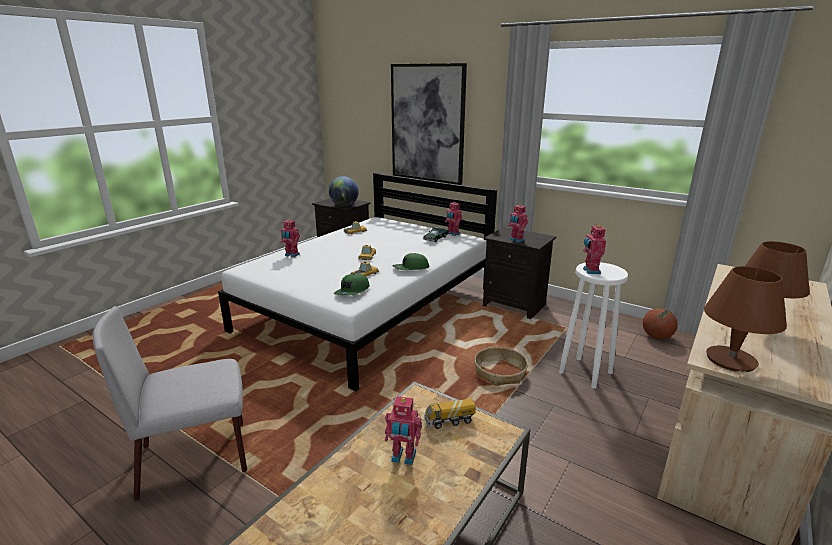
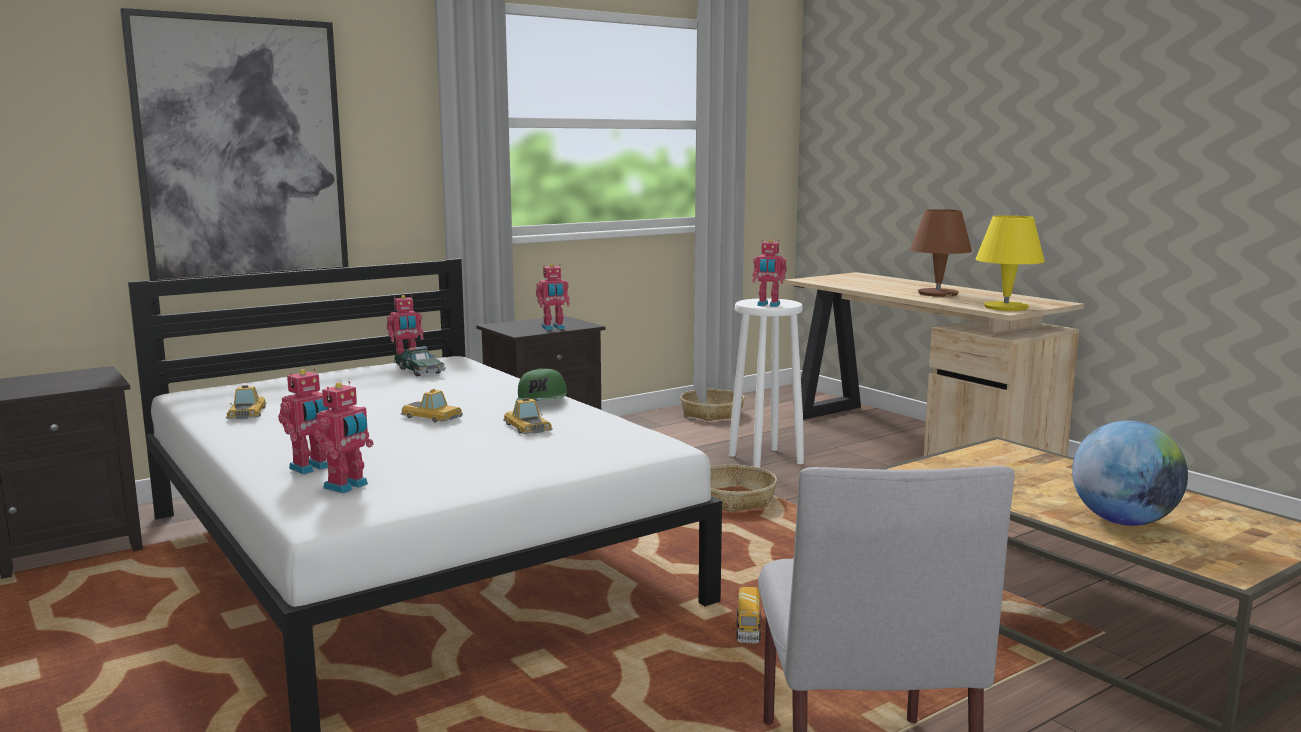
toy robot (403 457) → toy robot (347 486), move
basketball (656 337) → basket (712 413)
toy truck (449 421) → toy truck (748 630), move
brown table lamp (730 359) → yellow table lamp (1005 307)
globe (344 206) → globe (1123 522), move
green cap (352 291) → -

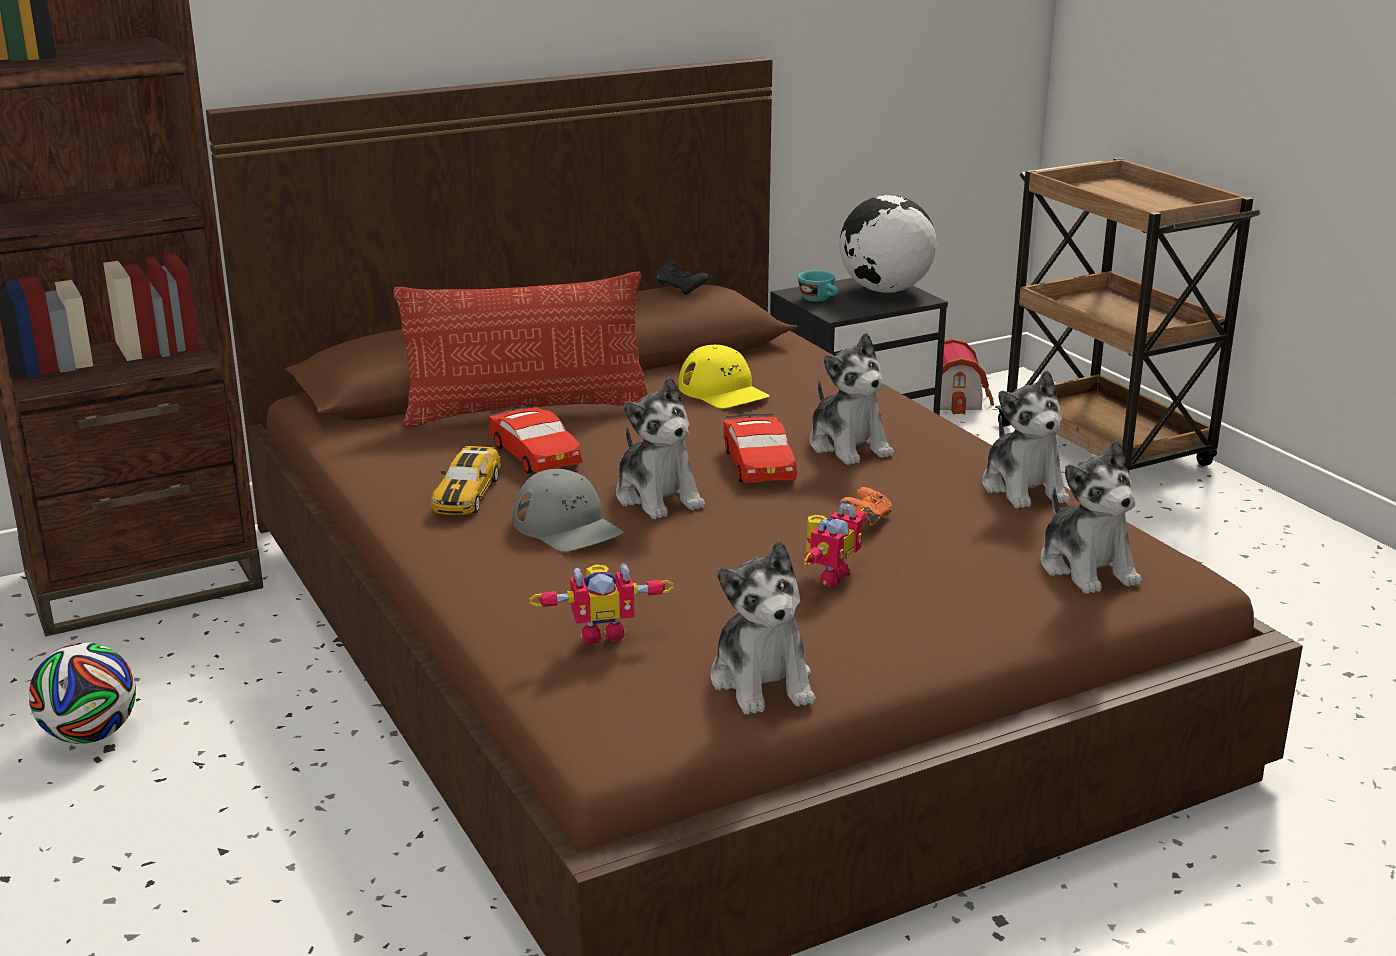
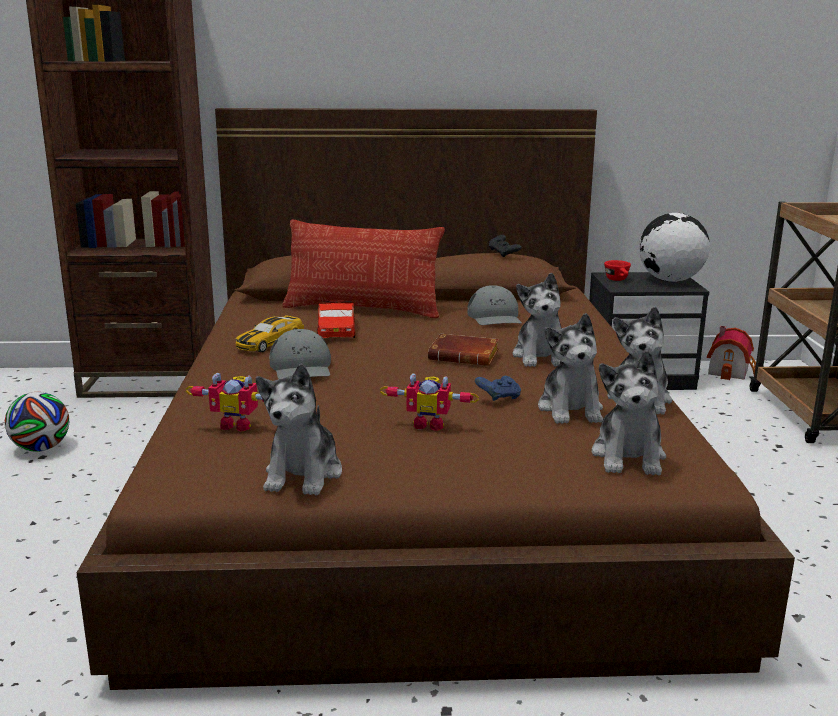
toy robot (827 576) → toy robot (429 424), 45 degrees clockwise
red toy car (759 464) → brown book (466 356)
yellow cap (723 391) → grey cap (495 317)
orange game controller (866 520) → blue game controller (498 399)
plush toy (658 497) → plush toy (571 409), move
turquoise cup (820 300) → red cup (618 280)

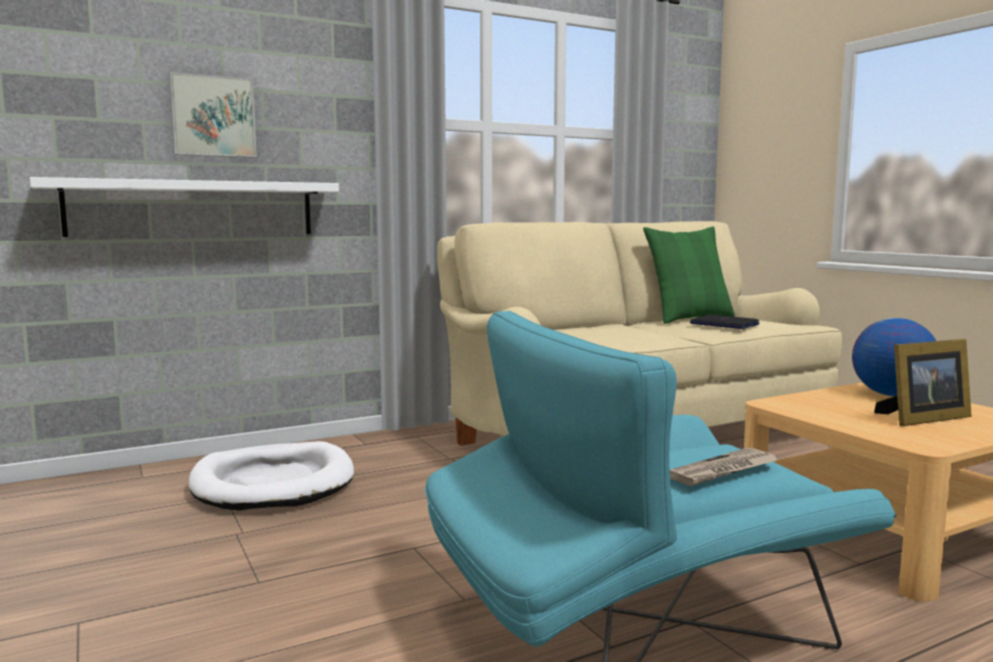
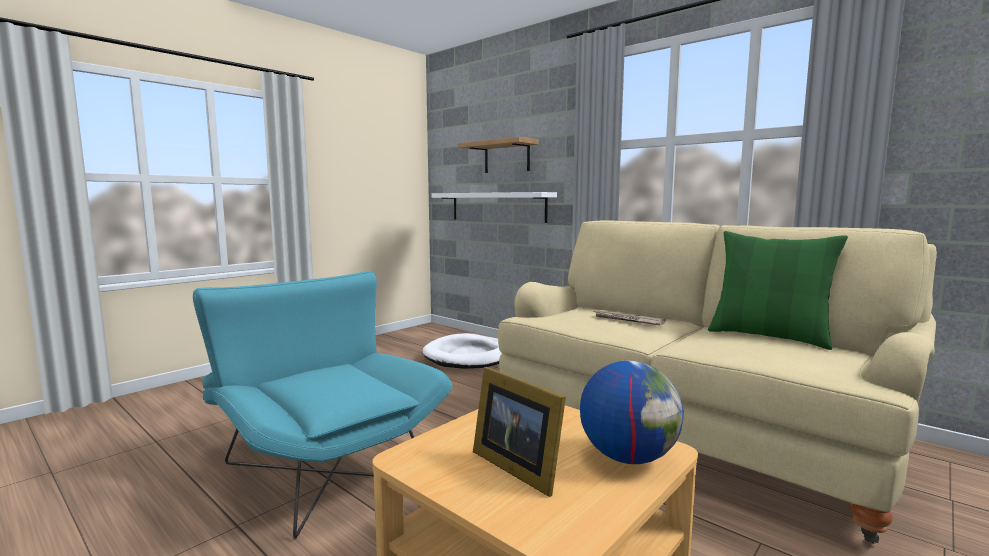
picture (213 116) → shelf (507 157)
newspaper (723 471) → newspaper (628 320), move
laptop (723 324) → -

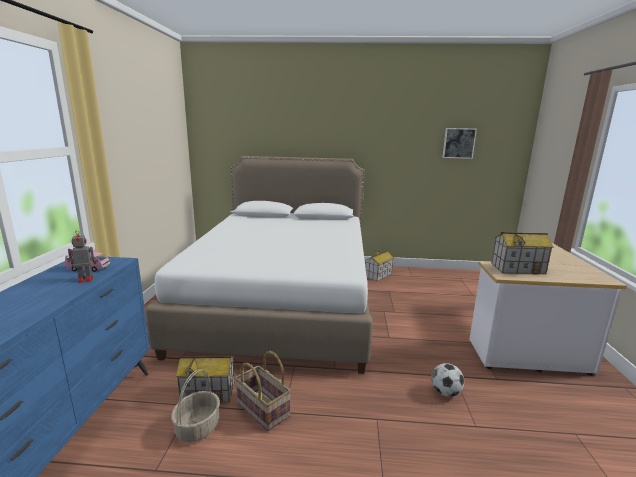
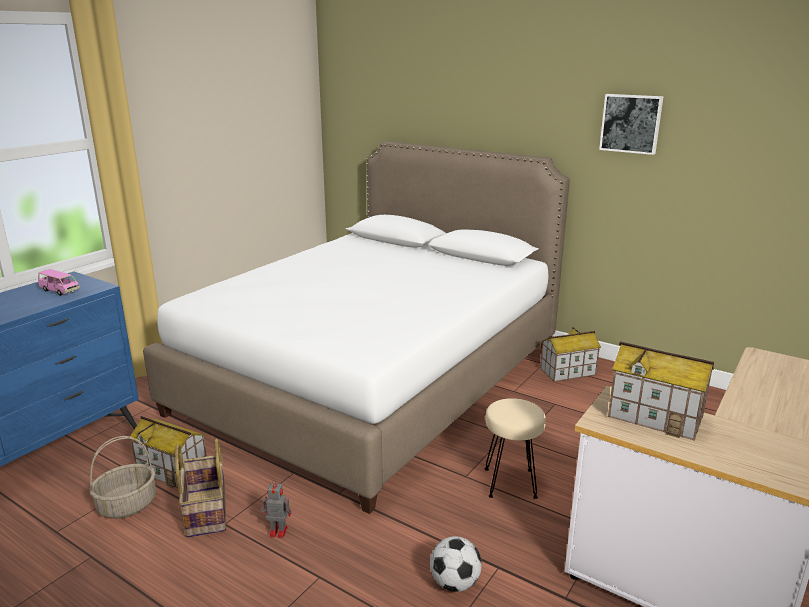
toy robot (84 279) → toy robot (277 531), move
- → beige stool (510 482)
picture (458 143) → picture (631 123), move

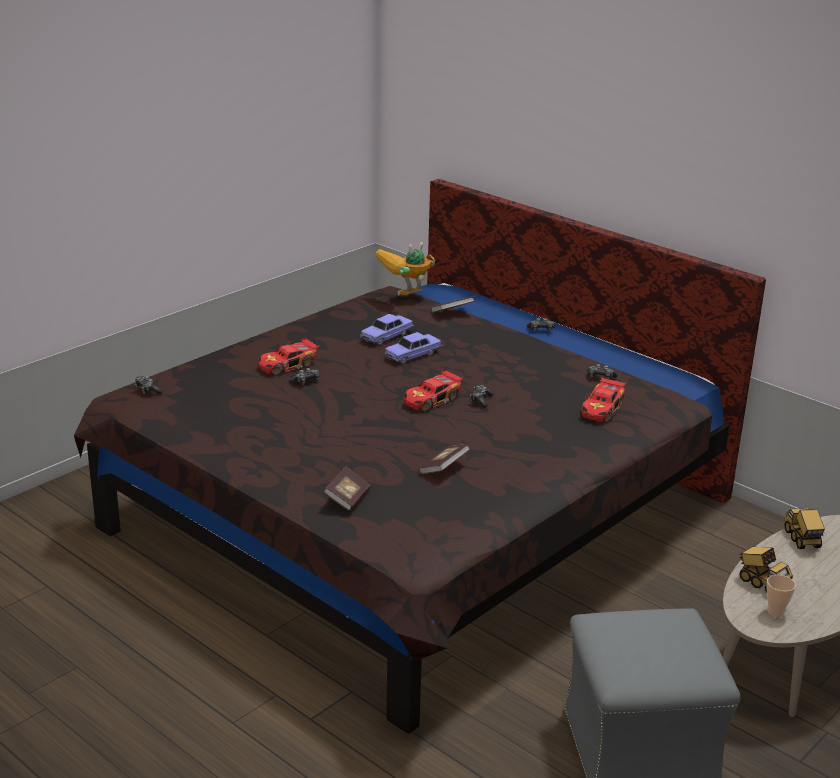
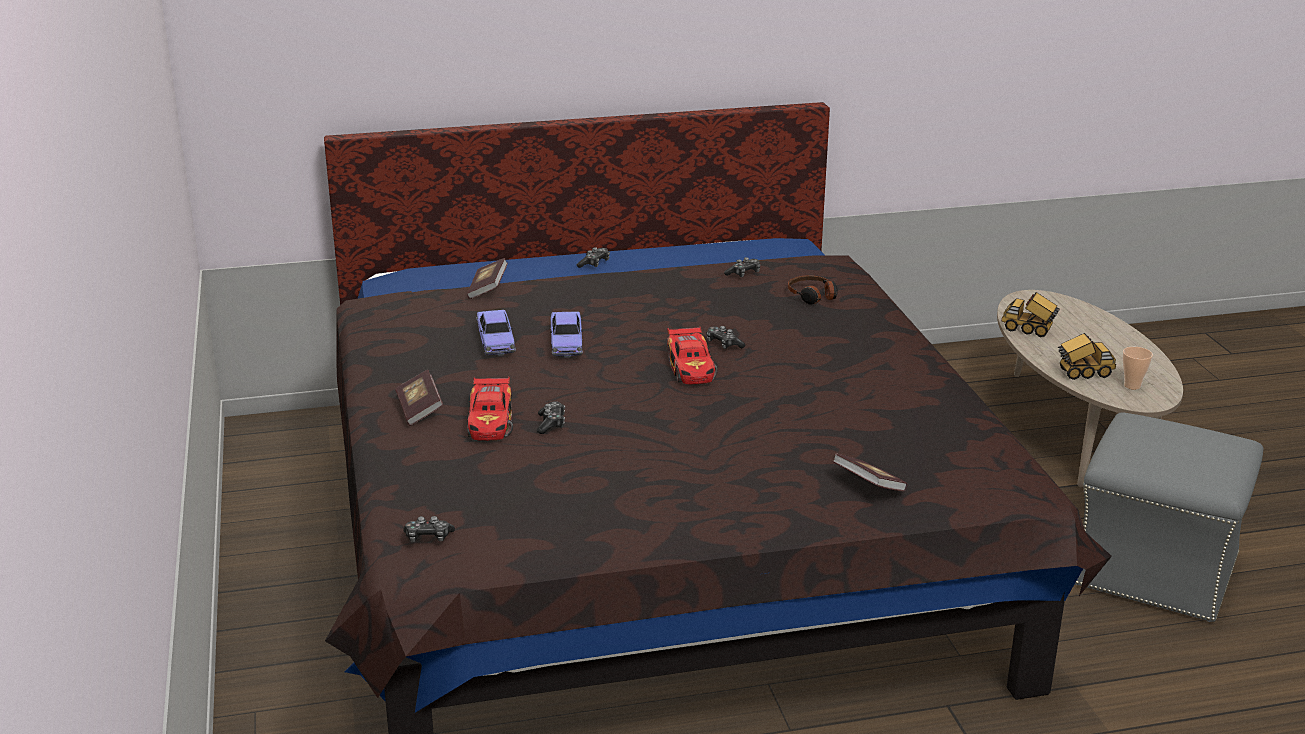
book (444 468) → book (419 409), move
toy car (602 409) → headphones (813 296)
toy robot (404 298) → -

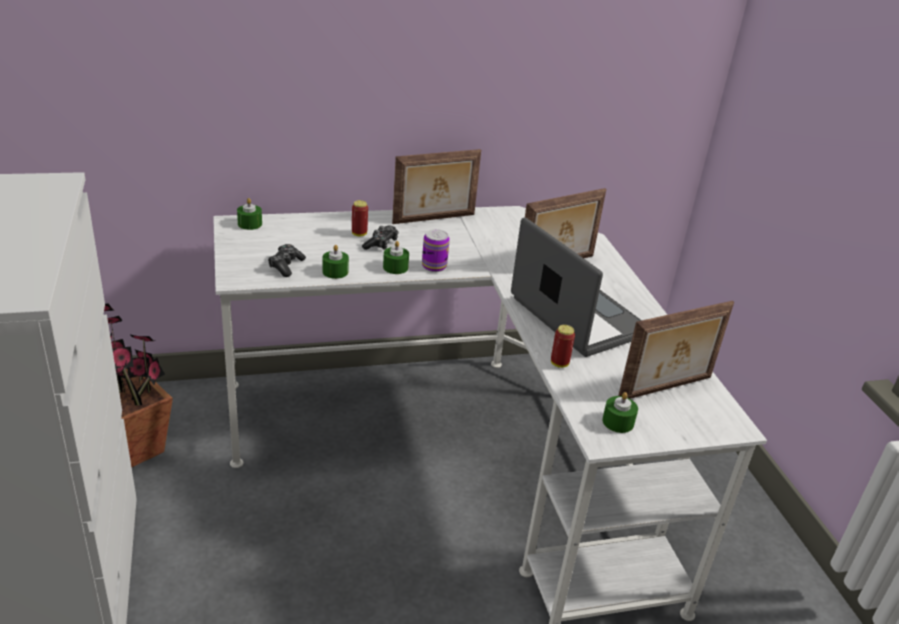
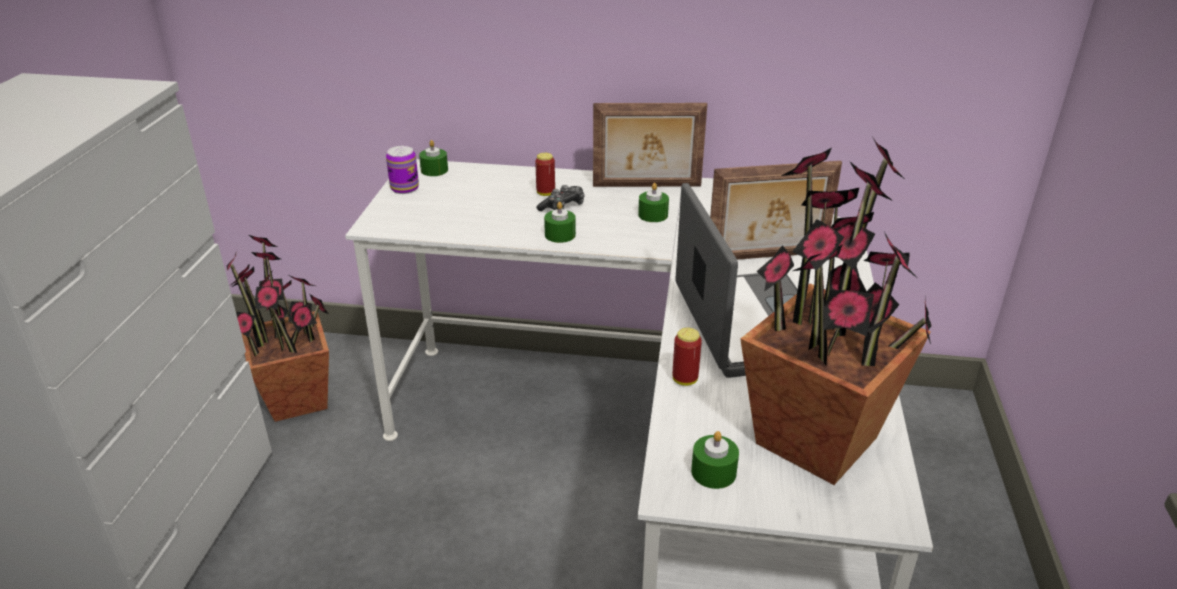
can (434 266) → can (404 188), move
green candle (335 271) → green candle (653 215), move
picture frame (666 390) → potted plant (816 442)
game controller (286 266) → -

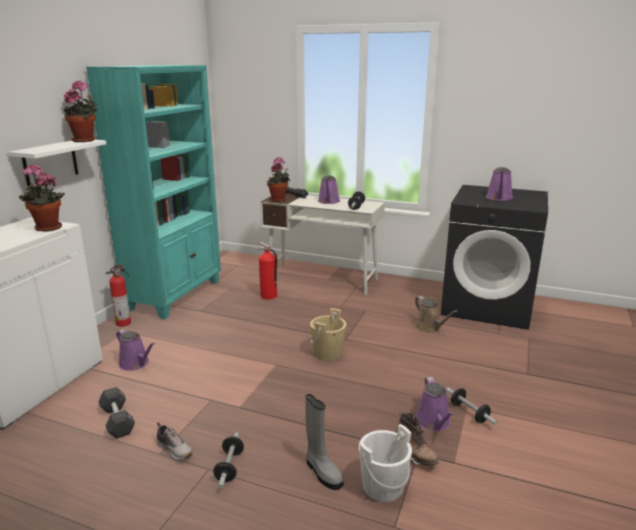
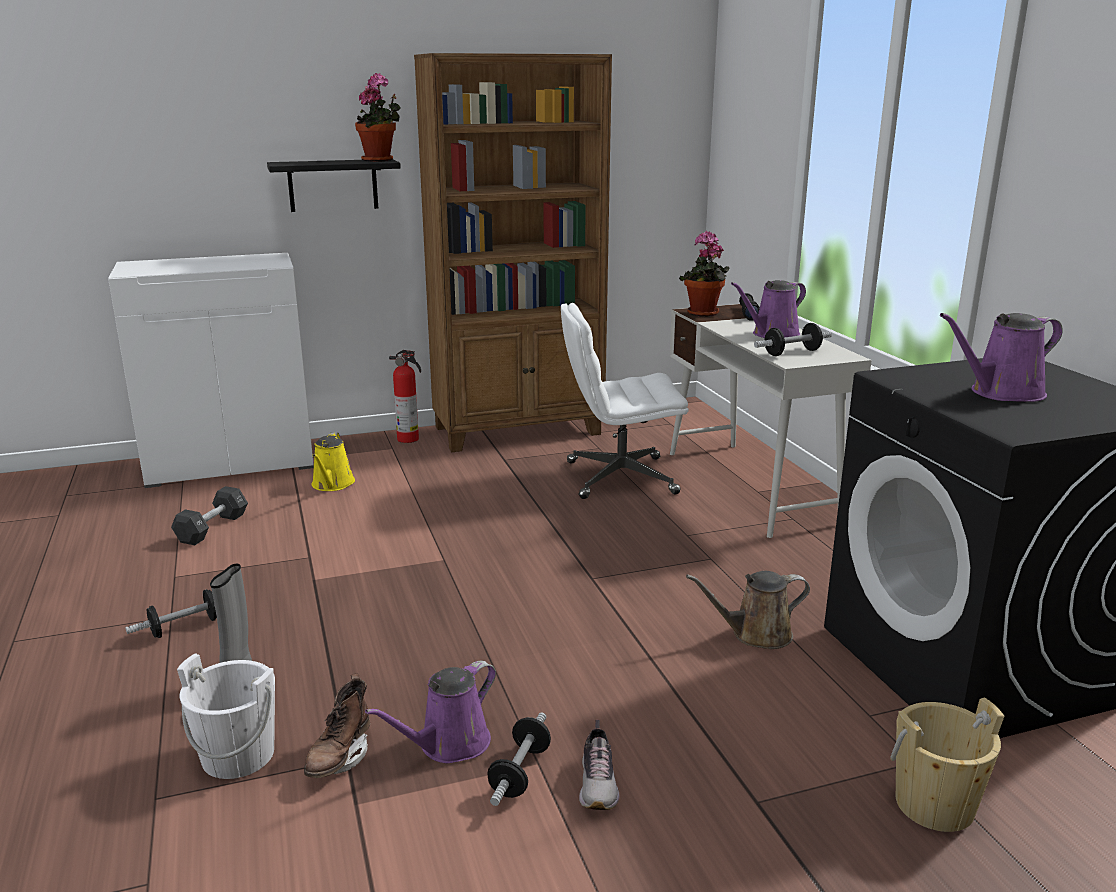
white shelf (50 162) → black shelf (333 185)
purple watering can (136 363) → yellow watering can (332 484)
turquoise bookcase (176 295) → brown bookcase (519 431)
fire extinguisher (268 296) → white office chair (619 478)
shoe (175 449) → shoe (599 784), move
brown watering can (429 328) → brown watering can (756 634), 60 degrees clockwise
beige bucket (328 353) → beige bucket (934 804), move
potted plant (46 229) → -

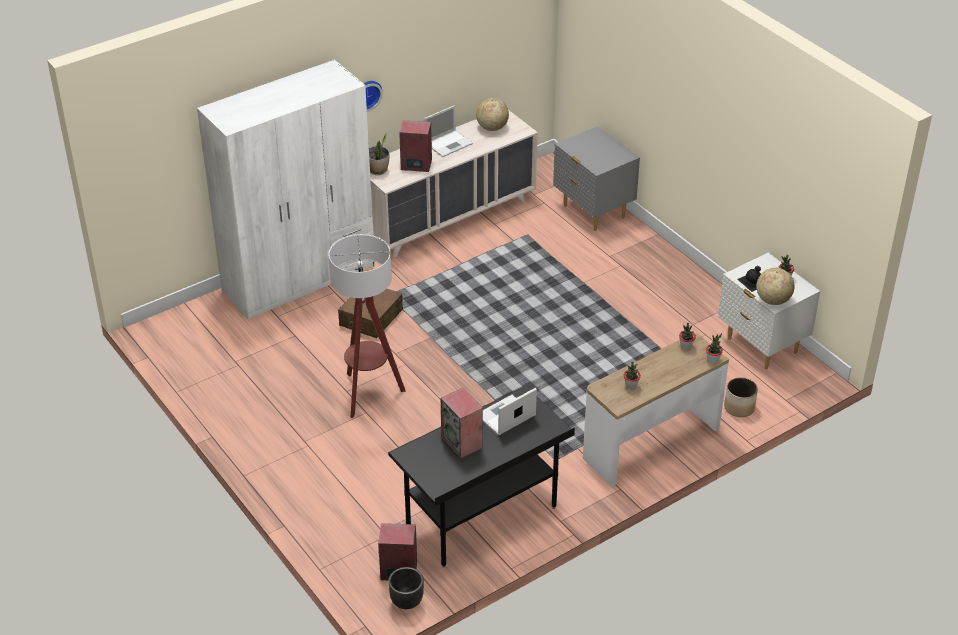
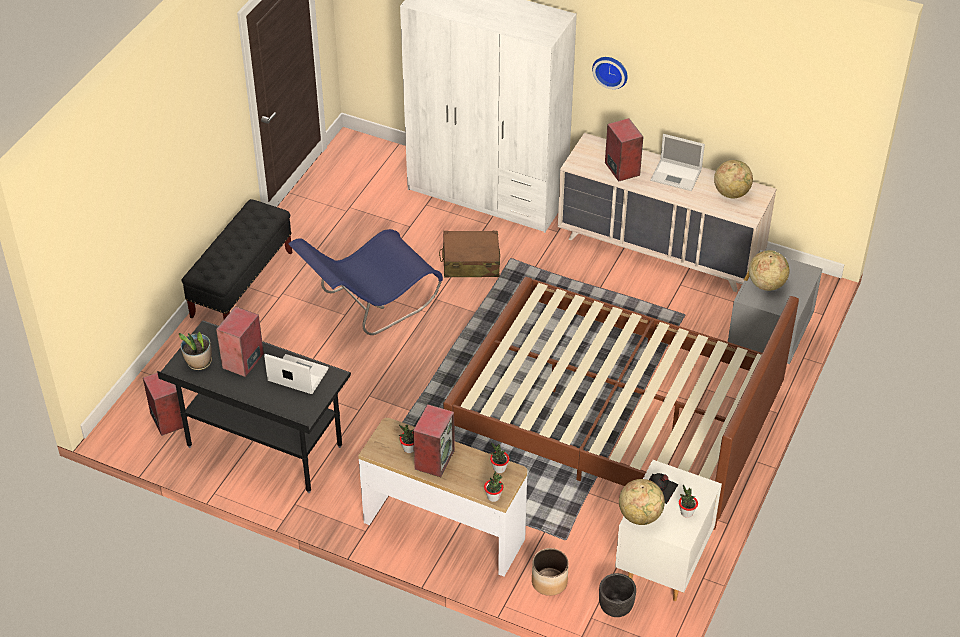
potted plant (378 170) → potted plant (199 362), move
- → black bench (242 284)
floor lamp (368 393) → blue chair (369 305)
- → speaker (434 459)
- → brown bed (614 416)
black planter (406 602) → black planter (615 608), move
- → globe (766 284)

